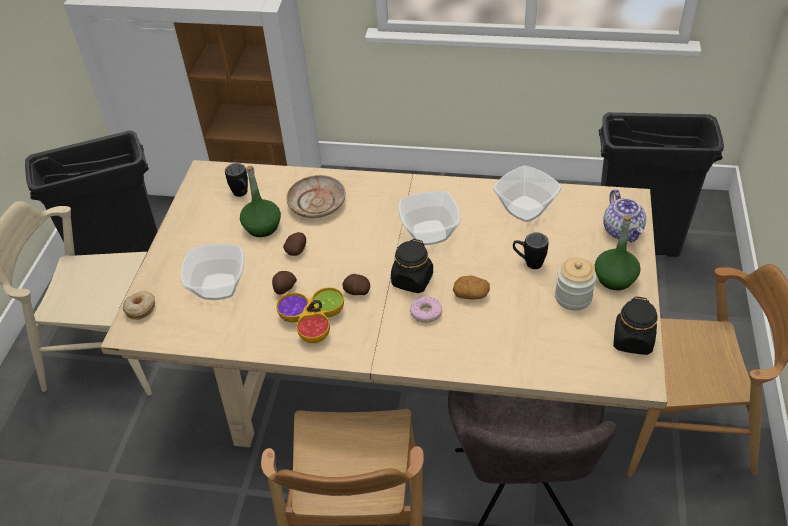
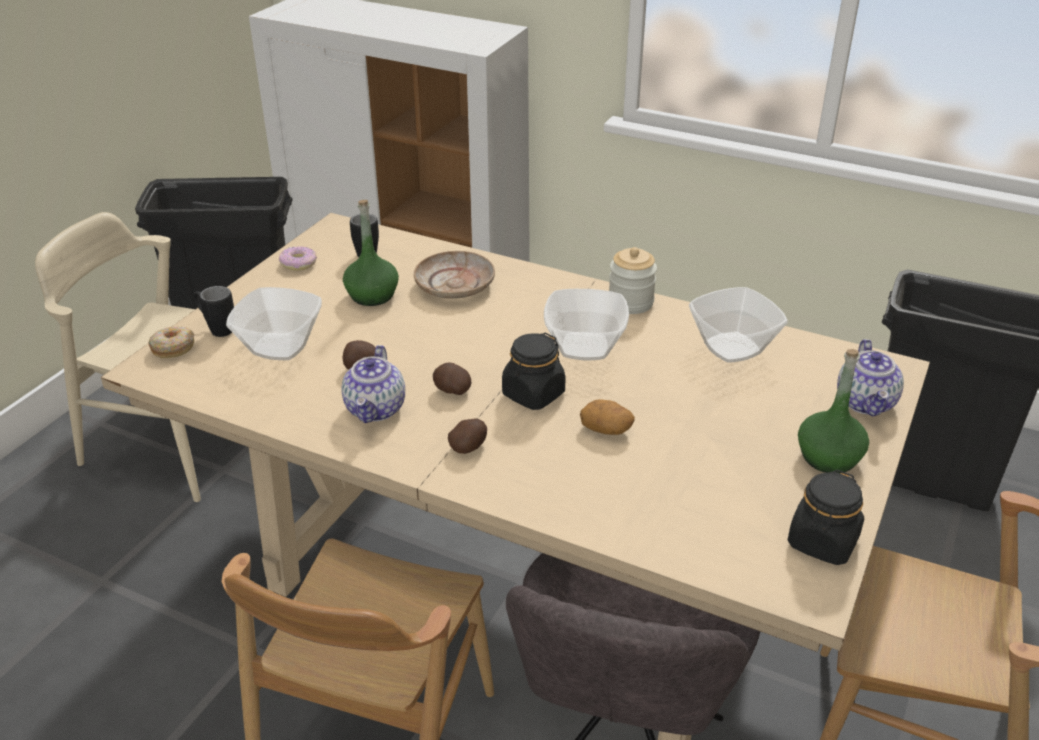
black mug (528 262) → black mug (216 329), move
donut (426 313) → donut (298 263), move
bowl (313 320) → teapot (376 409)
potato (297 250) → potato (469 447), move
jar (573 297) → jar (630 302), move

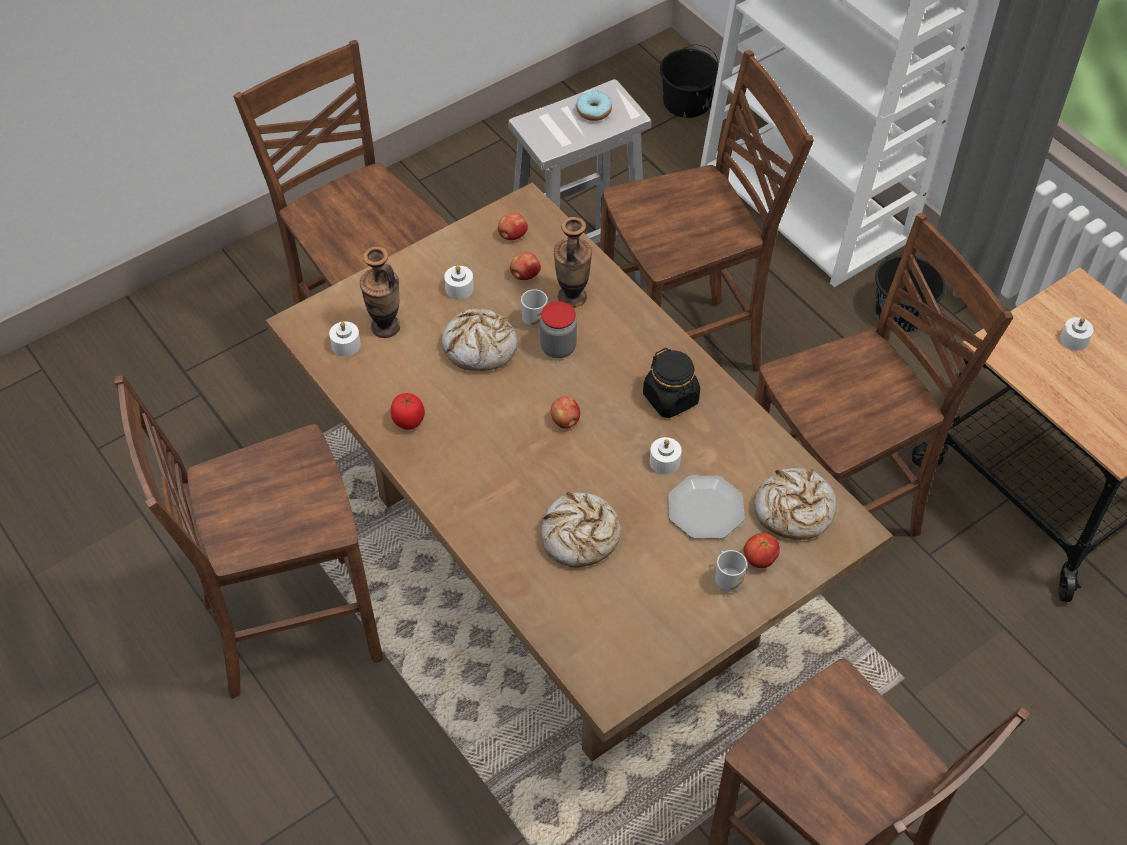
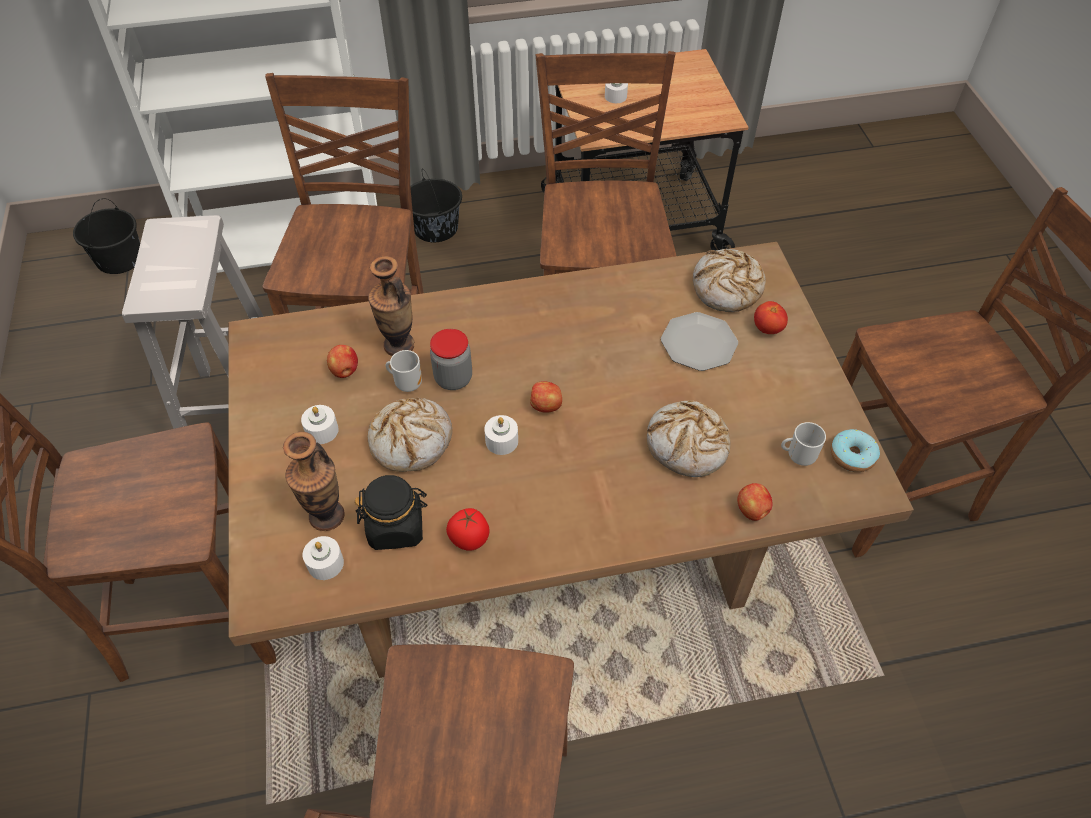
black jar (671 399) → black jar (396 527), move
white candle (664 461) → white candle (501 441), move
apple (512 236) → apple (752 510), move
mug (728 581) → mug (798 456), move
donut (594 111) → donut (852 456), move

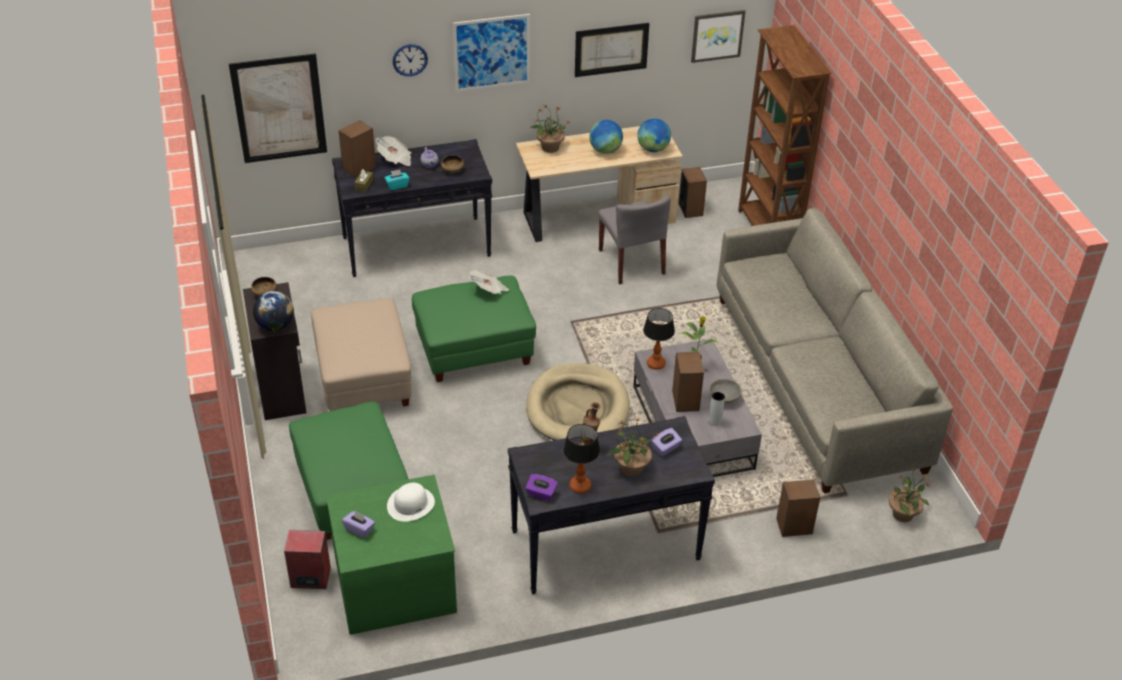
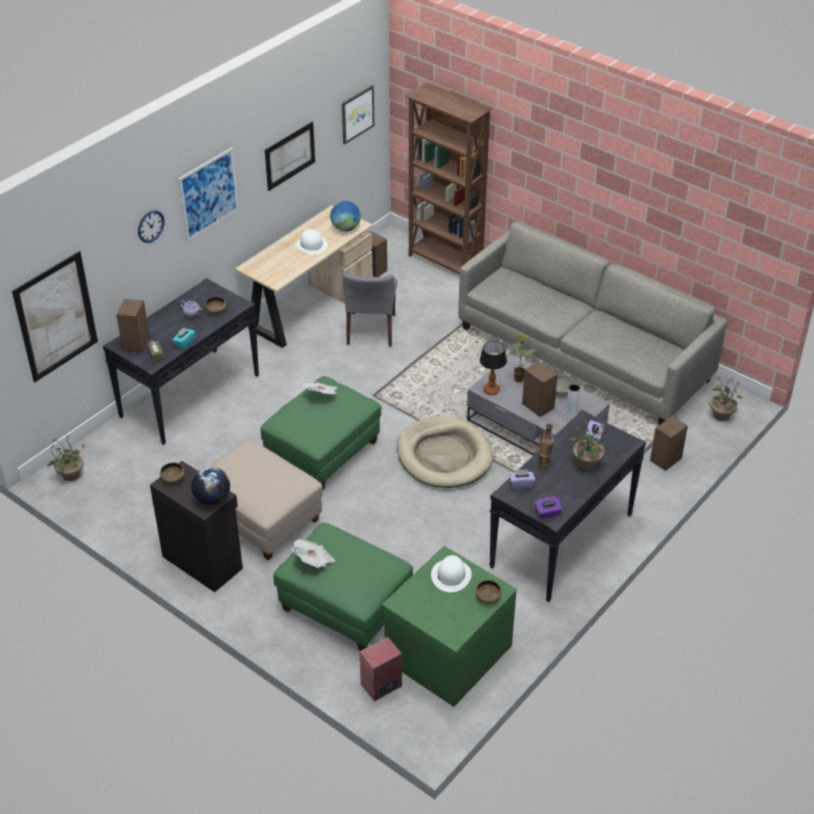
potted plant (549 147) → potted plant (70 475), move
newspaper (395 159) → newspaper (314 561), move
globe (605 150) → white hat (311 245)
grey chair (632 262) → grey chair (371 329), 60 degrees clockwise
- → bowl (488 597)
purple tissue box (359 529) → purple tissue box (521 484), move
table lamp (580 486) → -

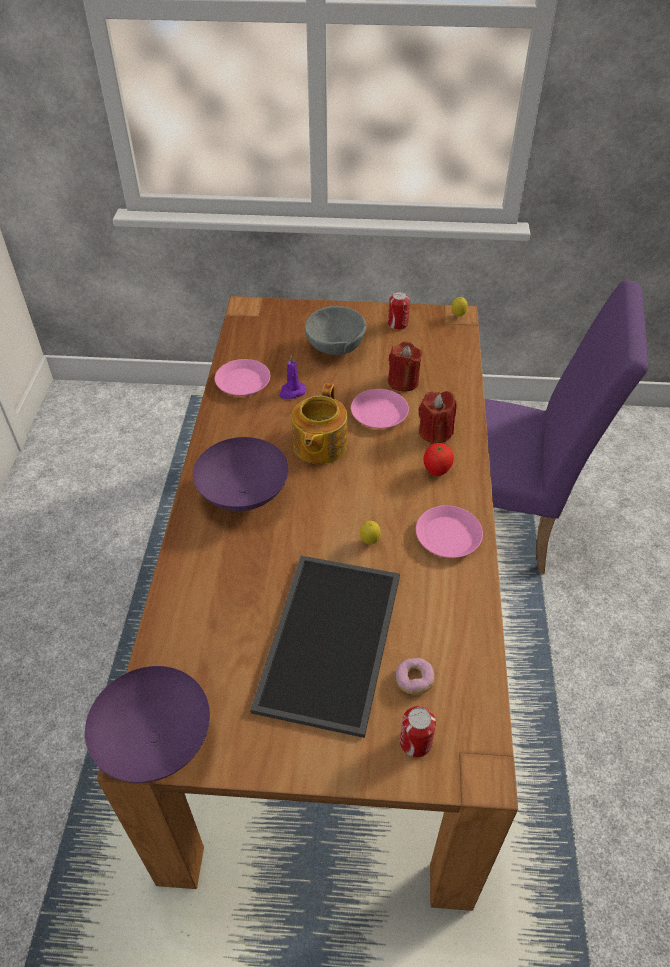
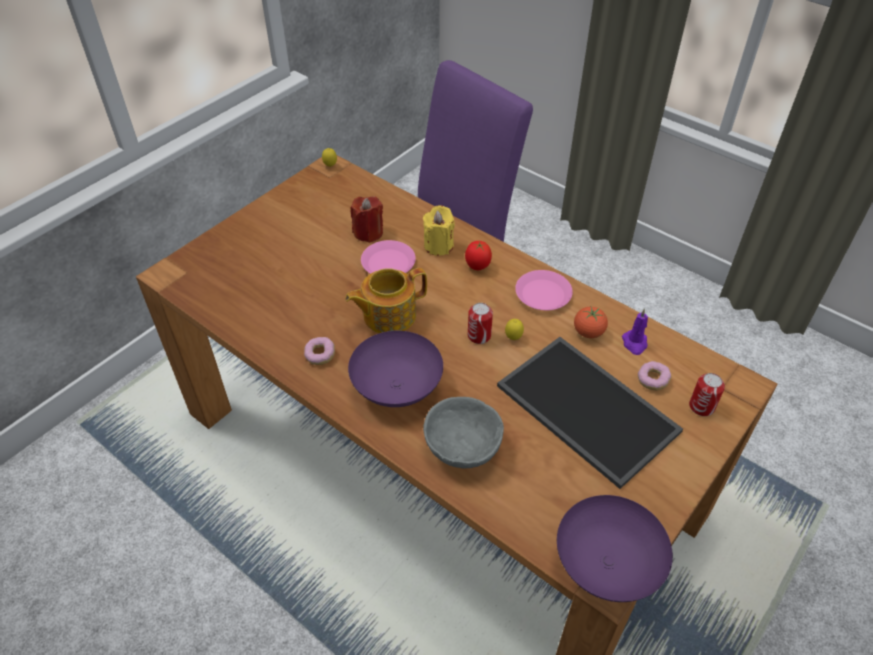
- → donut (320 355)
teapot (319 445) → teapot (388 315), 105 degrees clockwise
red candle (435 432) → yellow candle (438 246)
grey bowl (336 348) → grey bowl (464 448), move
can (397 324) → can (479 336), move
- → tomato (588 332)
purple candle (292 392) → purple candle (634 343), move
pink plate (243 382) → -

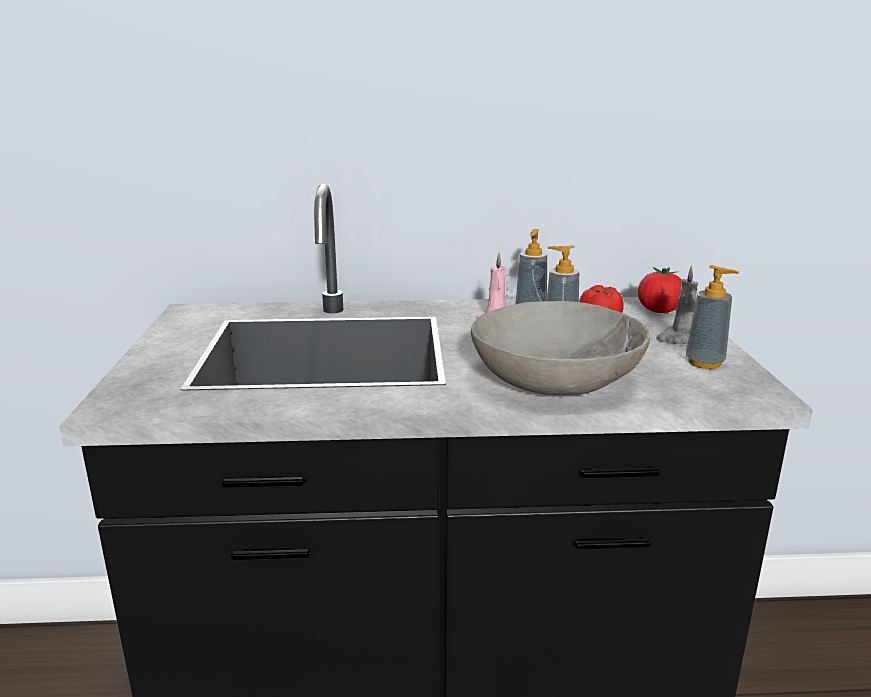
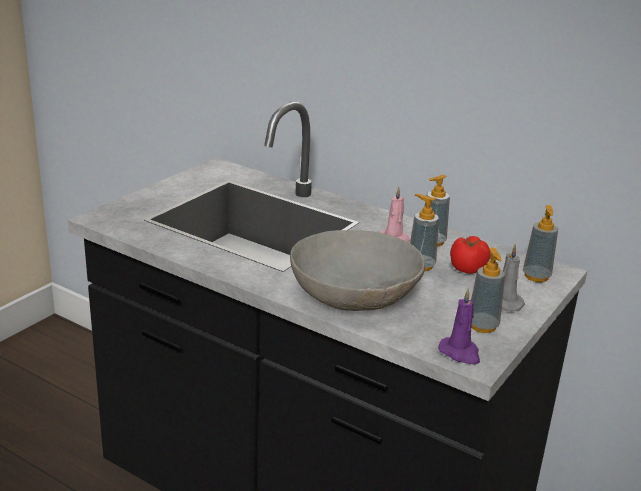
- → purple candle (460 353)
tomato (659 311) → soap dispenser (536 276)

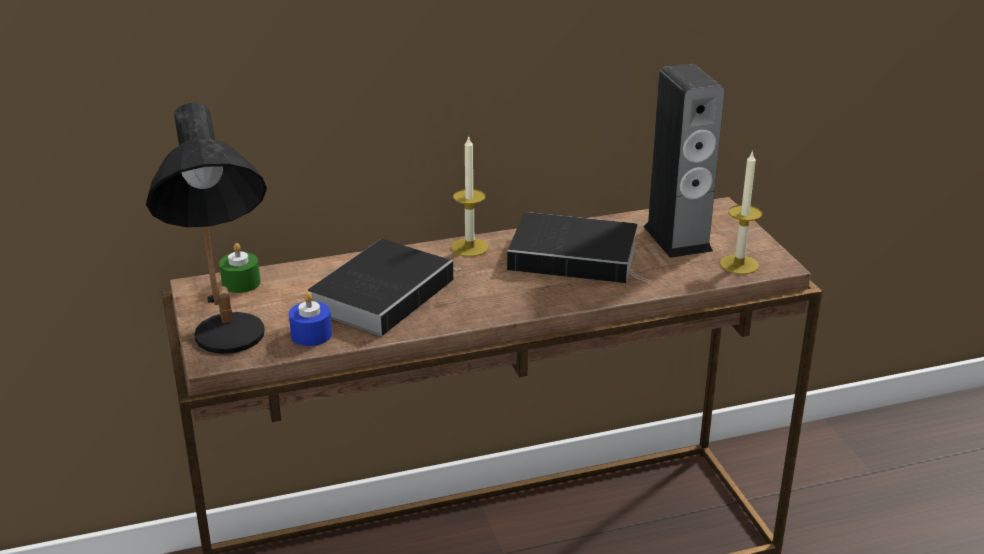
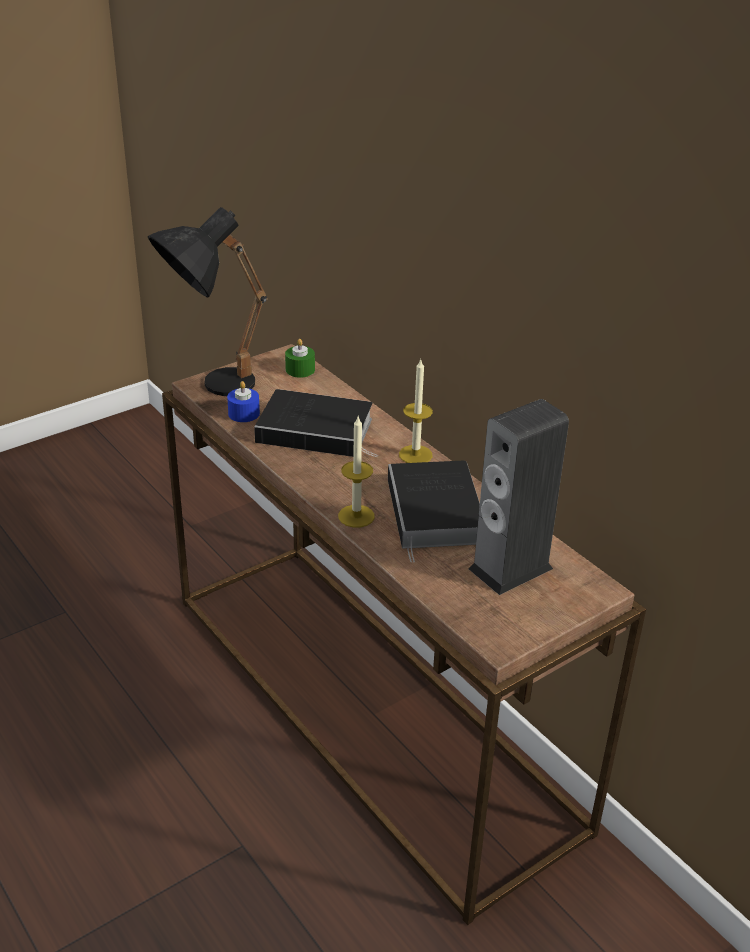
candle (739 264) → candle (356 516), move

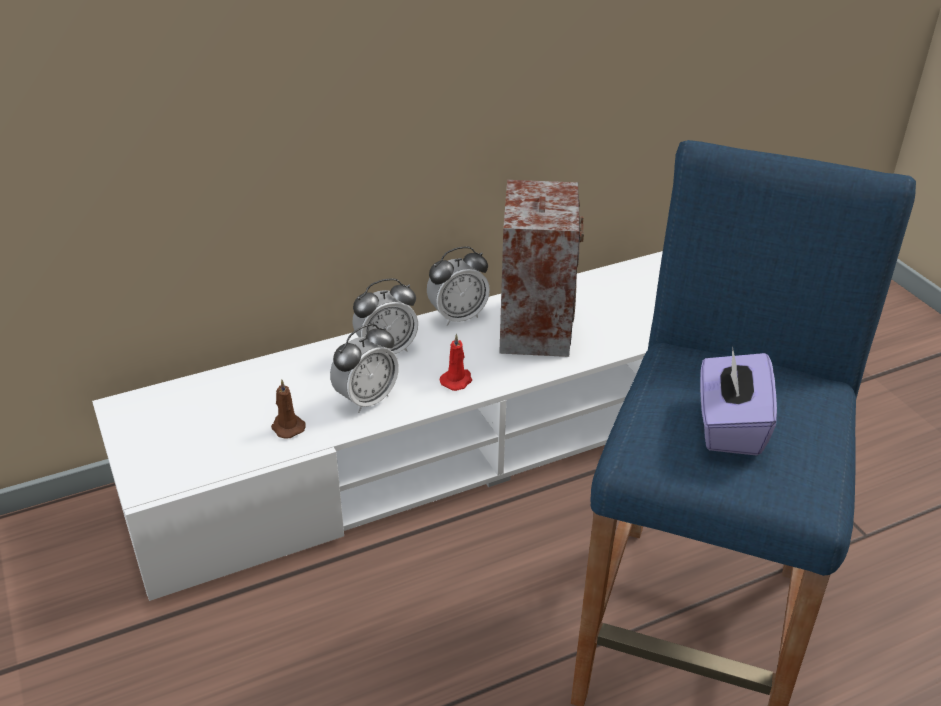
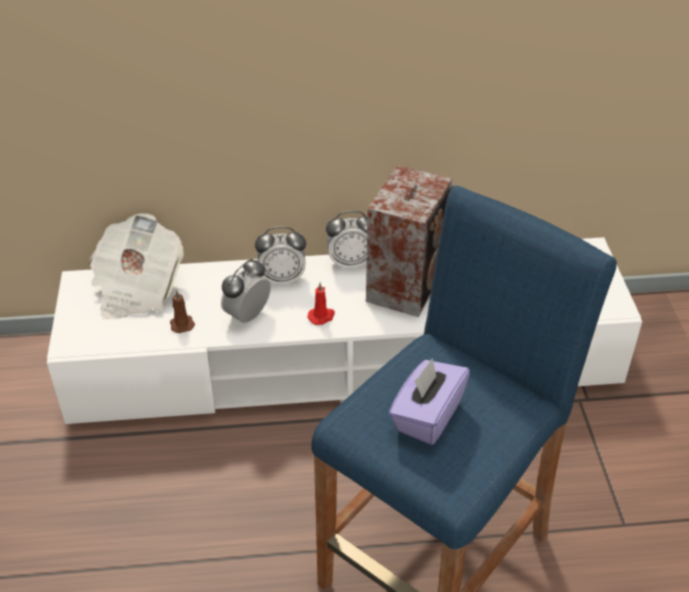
- → newspaper (137 288)
alarm clock (366 399) → alarm clock (247 315), 150 degrees clockwise

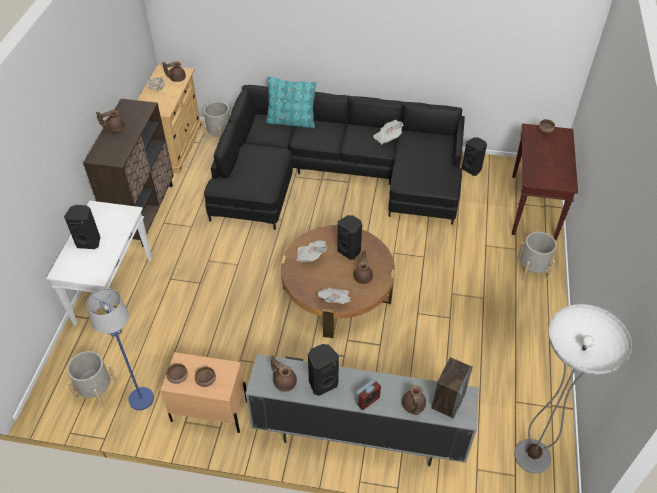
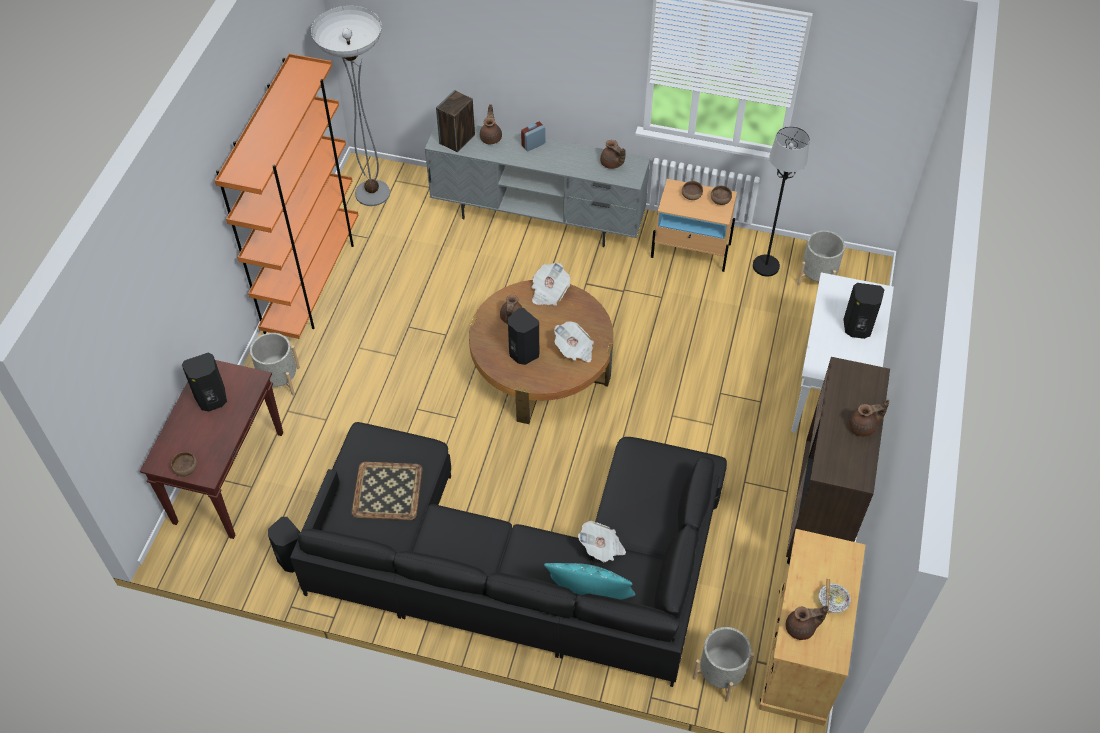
black speaker (322 383) → black speaker (212 400), move
- → orange bookcase (312 281)
- → tray (388 491)
newspaper (387 138) → newspaper (602 548), move
blue floor lamp (141 399) → black floor lamp (766 266)

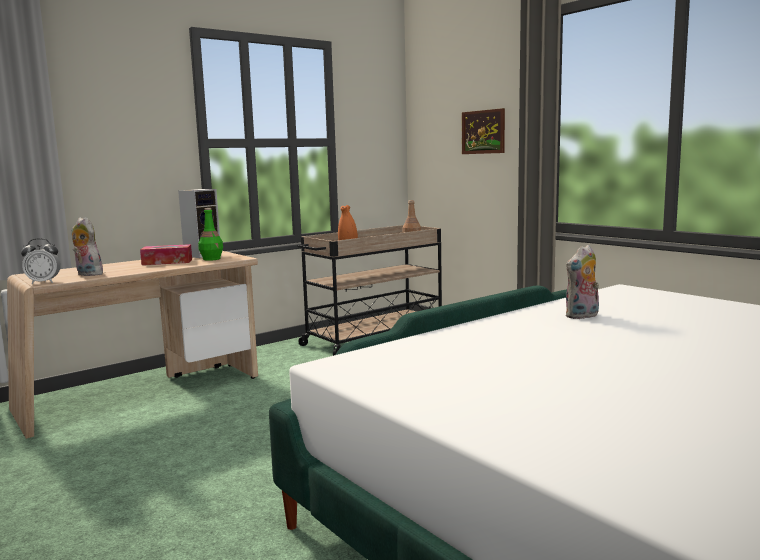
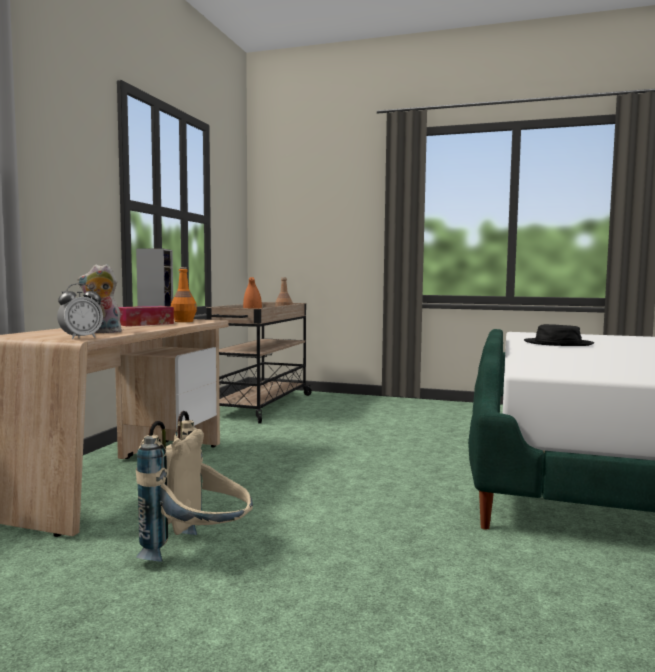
- → beige backpack (199 553)
green bottle (212 259) → orange bottle (184 321)
plush toy (582 316) → black hat (558 343)
picture (483 132) → -

